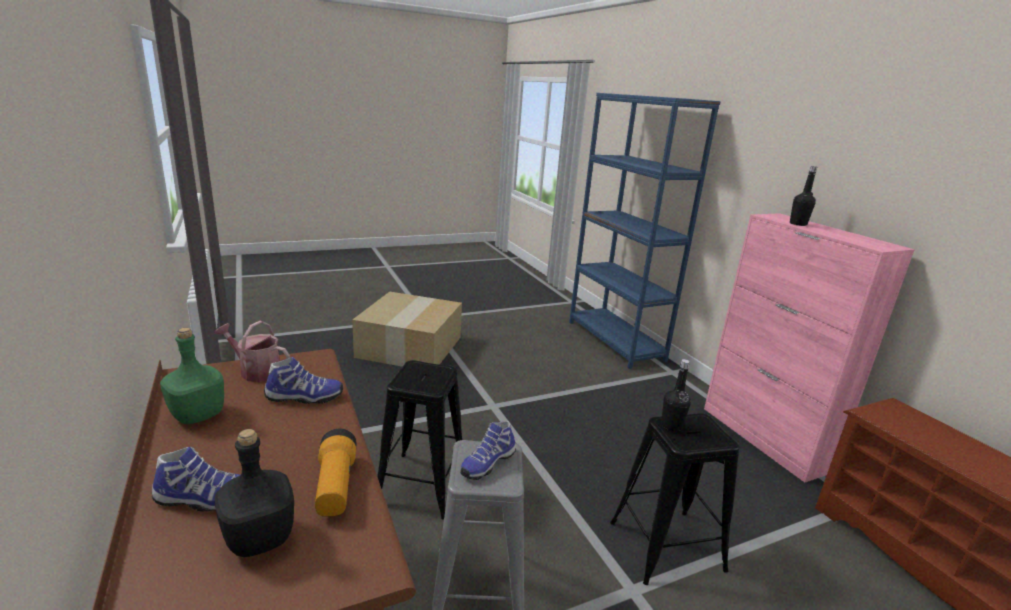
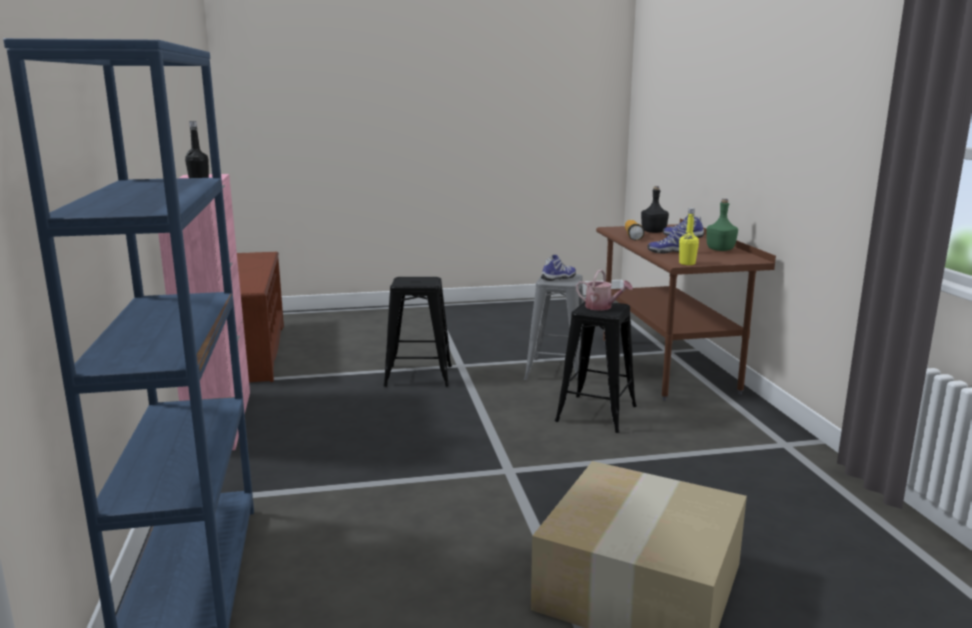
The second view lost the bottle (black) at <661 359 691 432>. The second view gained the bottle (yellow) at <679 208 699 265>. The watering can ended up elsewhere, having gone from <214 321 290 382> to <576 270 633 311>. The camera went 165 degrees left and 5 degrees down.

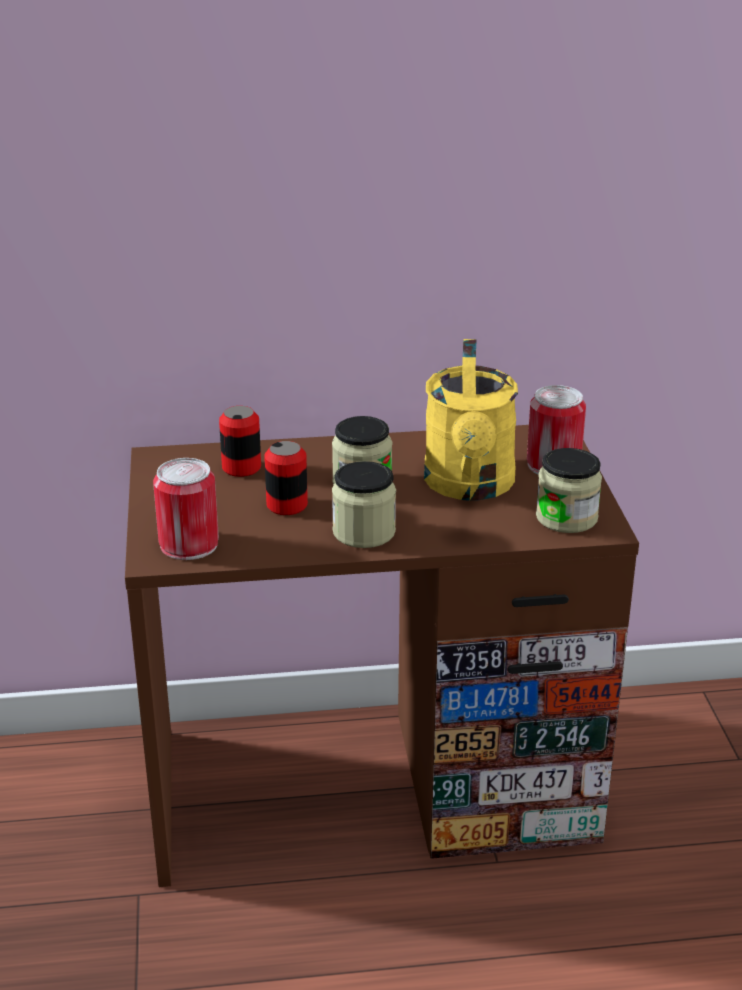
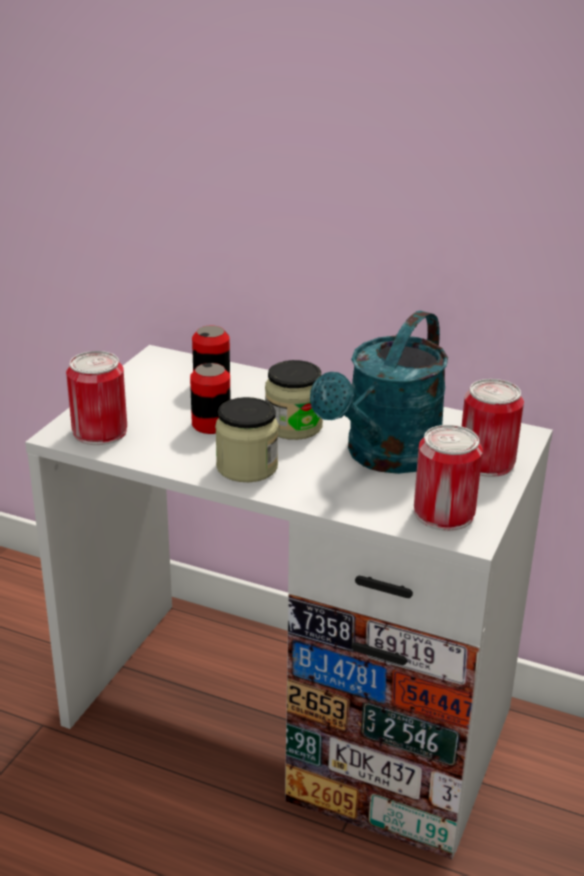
Where the jar stood at <536 448 602 533>, the can came to stand at <414 425 483 531>. What was the desk (brown) at <125 425 639 887> turned into the desk (white) at <25 345 553 859>. What was the watering can (yellow) at <424 339 518 501> turned into the watering can (turquoise) at <310 311 448 474>. The camera went 30 degrees right and 0 degrees up.

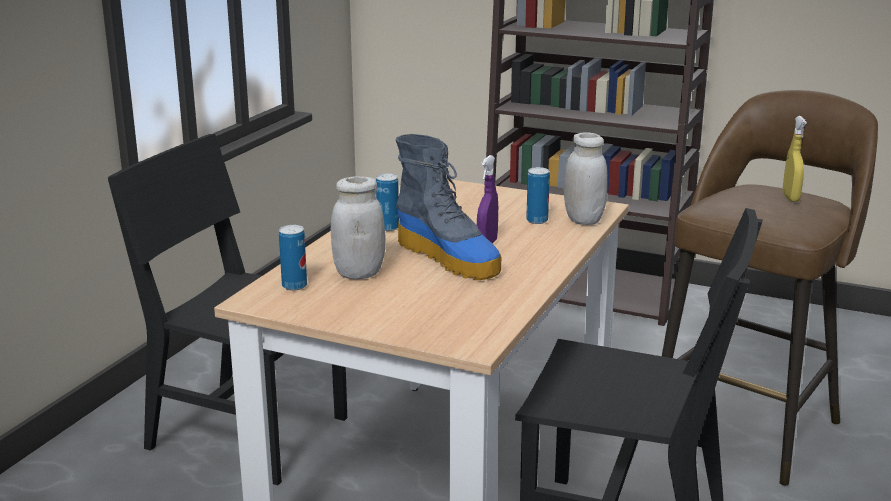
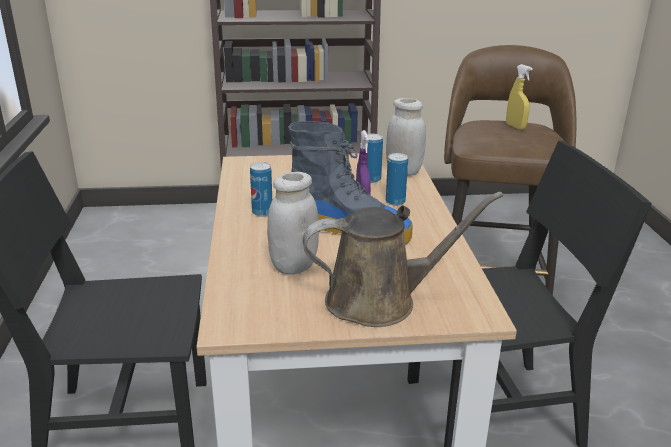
The second view gained the watering can (brown) at <303 192 503 327>. The can ended up elsewhere, having gone from <279 225 307 291> to <386 153 408 206>. The camera went 30 degrees left and 5 degrees up.

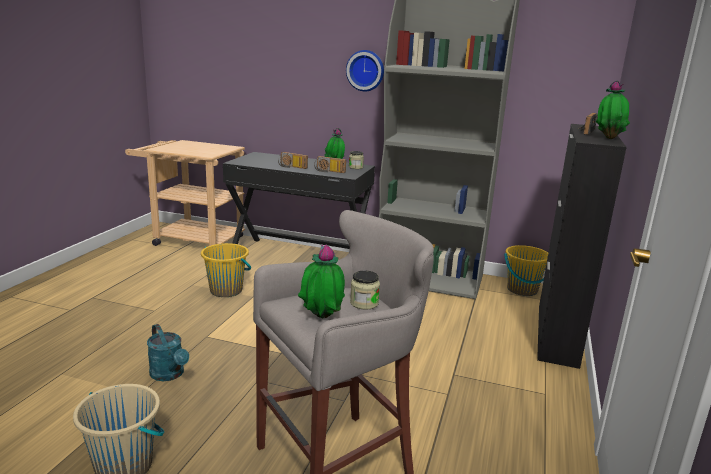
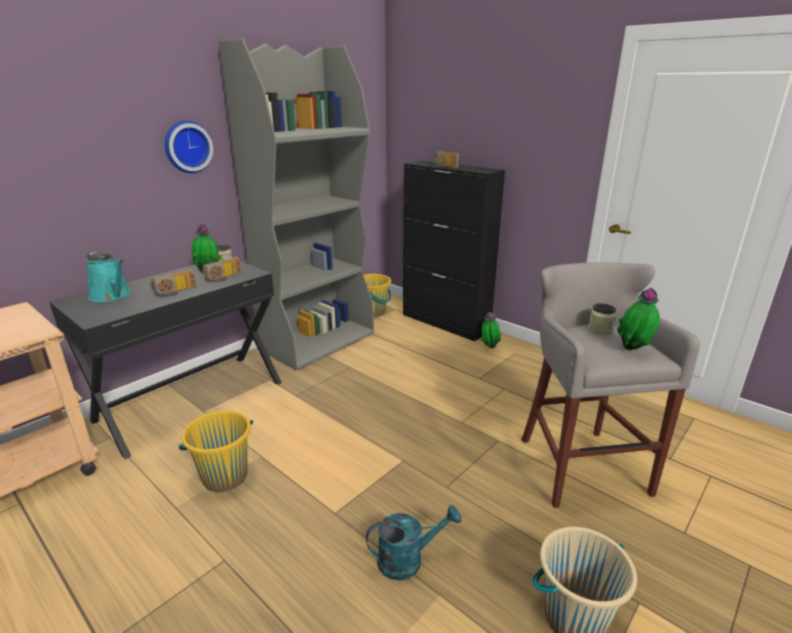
The second view gained the watering can (turquoise) at <86 252 130 302>. The potted plant ended up elsewhere, having gone from <596 80 630 139> to <481 312 502 348>. The camera went 65 degrees left and 5 degrees up.

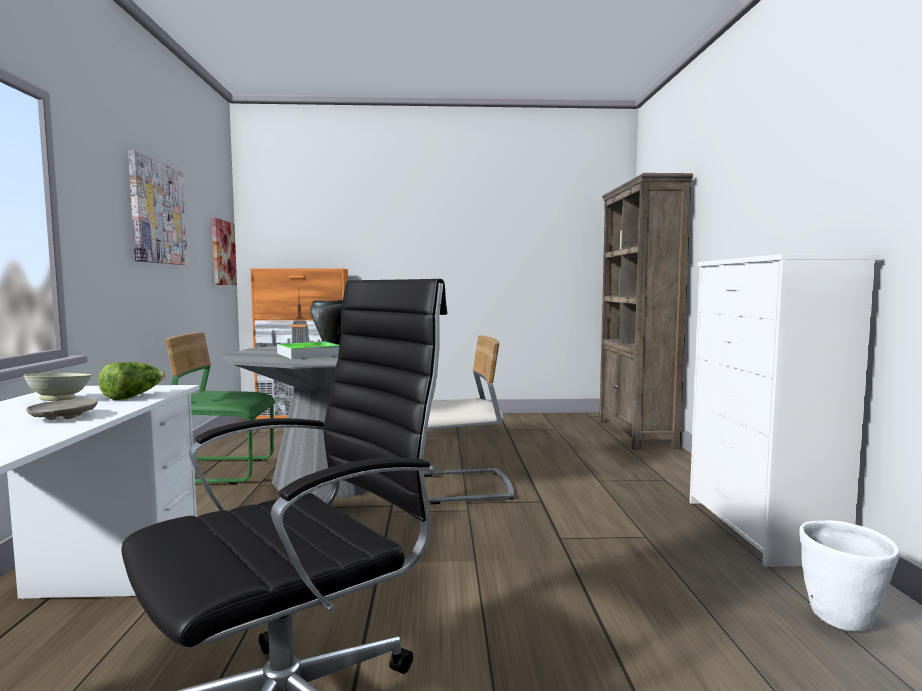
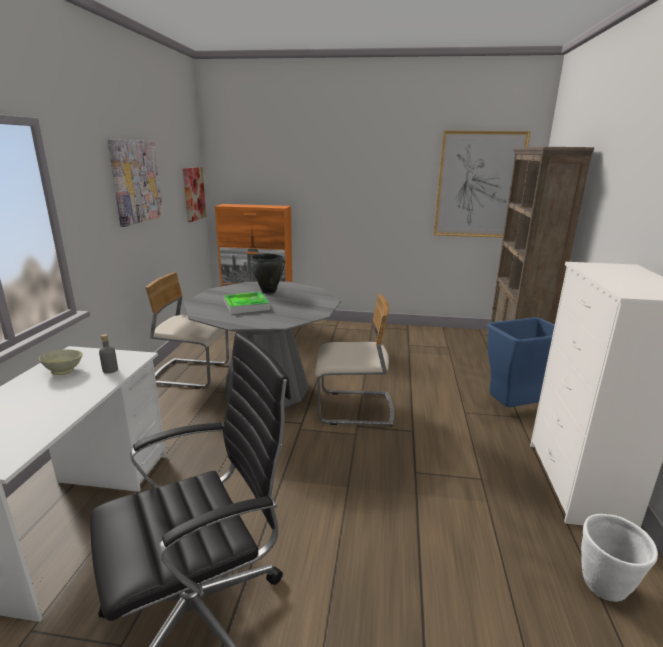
The second view lost the plate (beige) at <26 399 98 420>. The second view gained the picture at <434 131 531 238>. The second view gained the trash can (blue) at <487 317 555 407>. Where the lettuce stood at <98 362 165 400>, the bottle (grey) came to stand at <99 334 118 374>. What was the chair (green) at <165 332 275 484> turned into the chair (beige) at <146 272 229 388>. The camera went 10 degrees right and 15 degrees up.

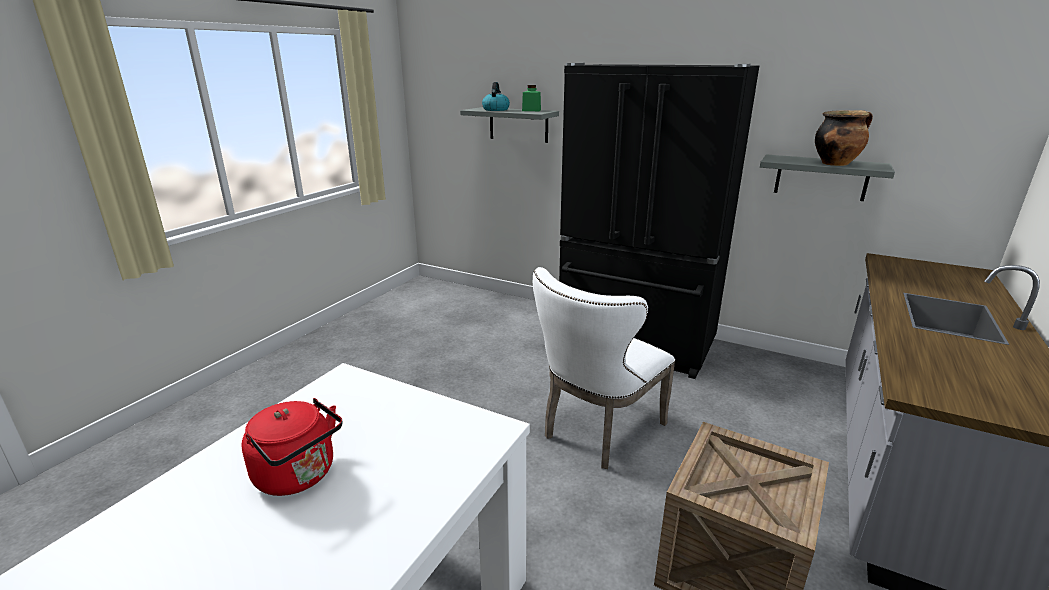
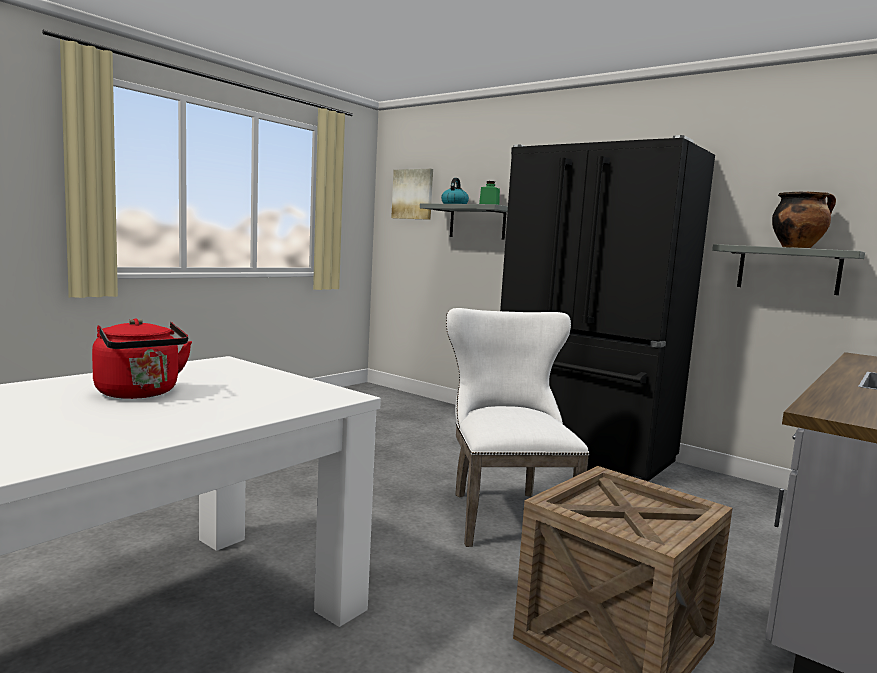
The second view gained the picture at <391 169 433 220>. The chair (white) at <533 267 676 469> ended up facing another way, 120 degrees clockwise from before. The camera went 10 degrees right and 15 degrees down.

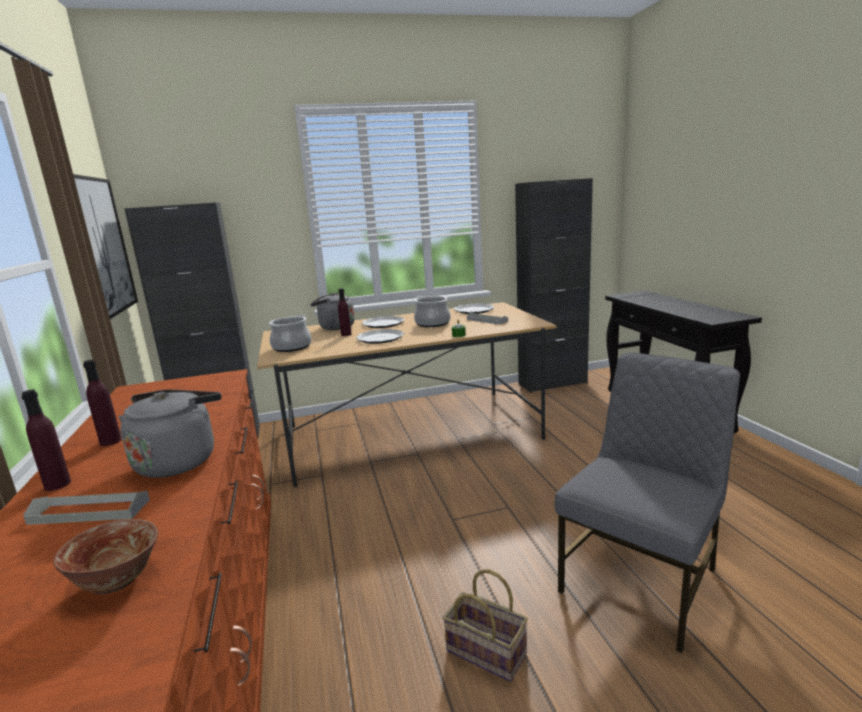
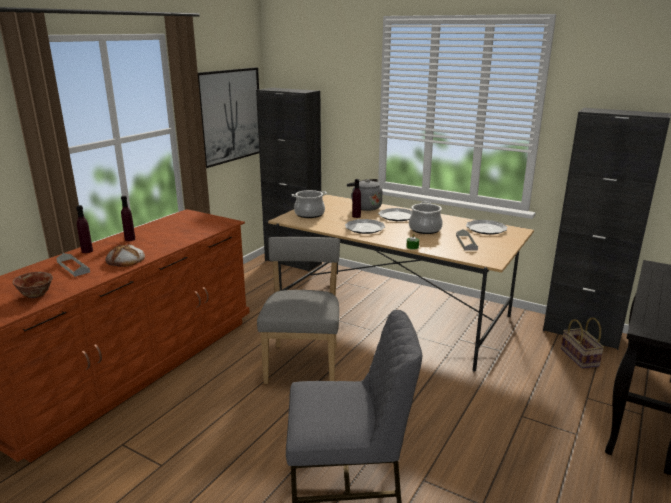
The second view gained the chair (grey) at <257 237 340 384>. The basket ended up elsewhere, having gone from <443 569 528 682> to <561 317 604 368>. Where the kettle (grey) stood at <118 390 221 478>, the bread came to stand at <105 244 145 267>. The camera went 45 degrees right and 5 degrees up.

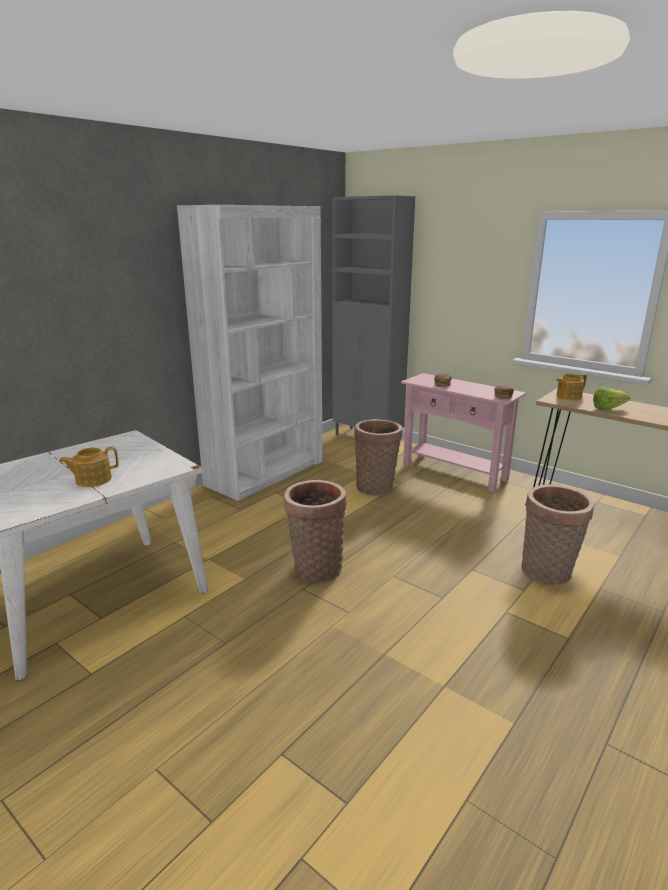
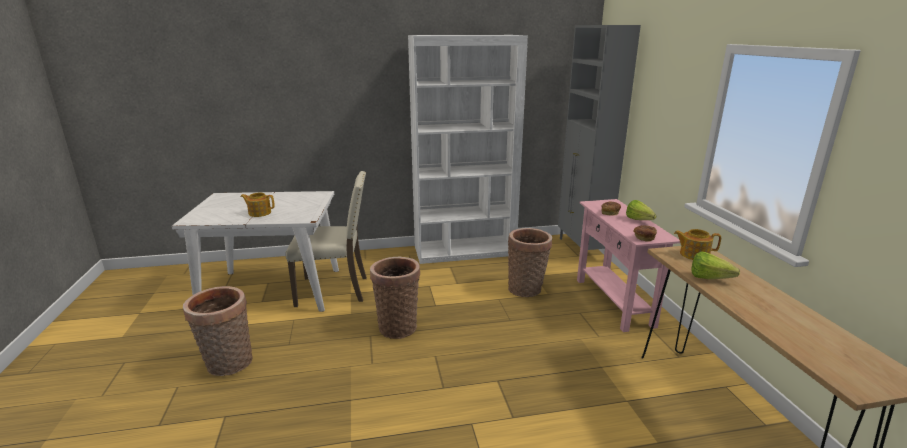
The second view gained the chair (beige) at <285 171 367 307>. The second view gained the lettuce at <626 200 656 220>. The basket ended up elsewhere, having gone from <521 485 594 585> to <183 286 253 376>. The camera went 40 degrees right and 0 degrees up.

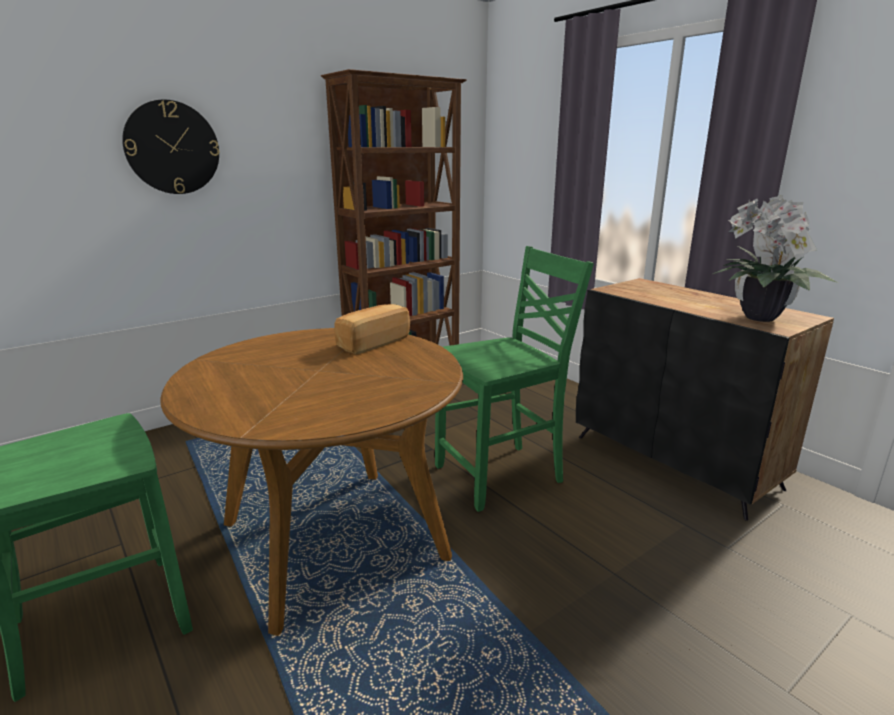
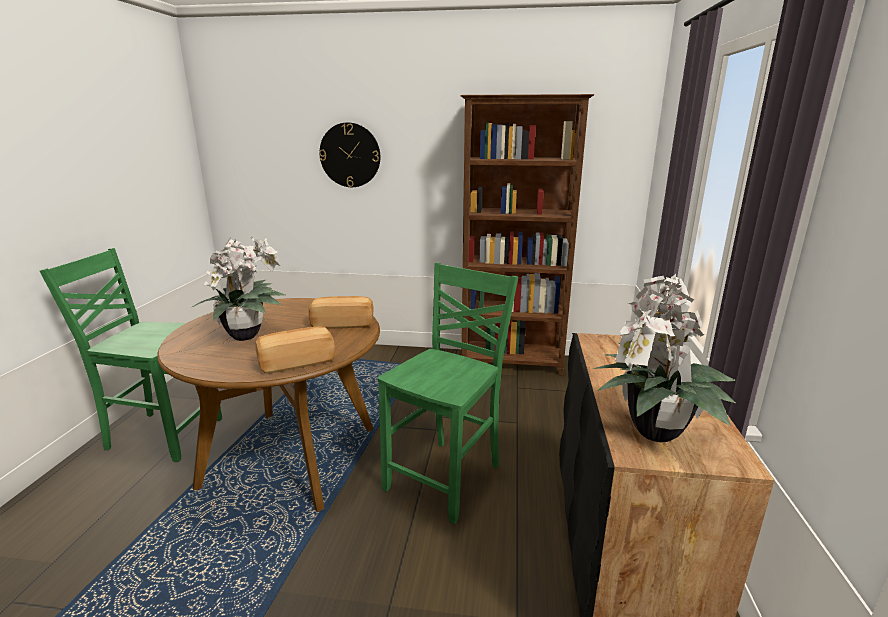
The second view gained the potted plant at <192 236 285 341>. The second view gained the bread at <256 327 335 374>. The chair (green) at <435 246 594 512> ended up facing another way, 75 degrees counterclockwise from before. The camera went 45 degrees right and 0 degrees up.

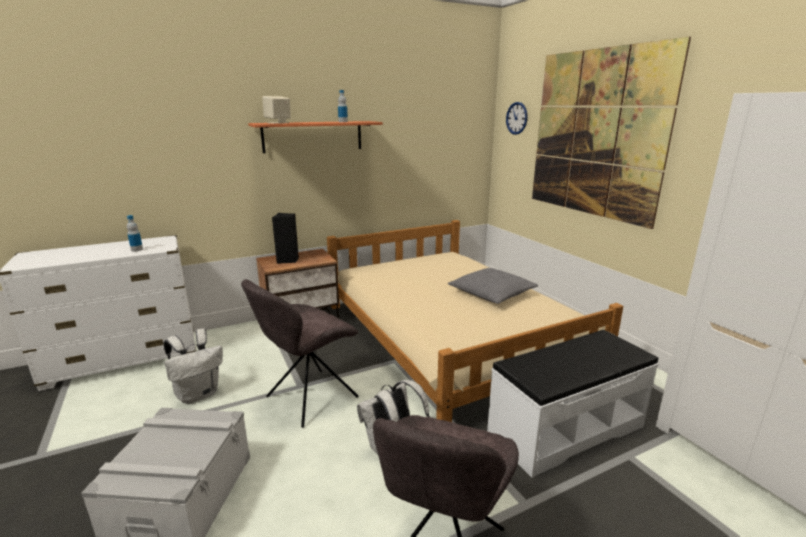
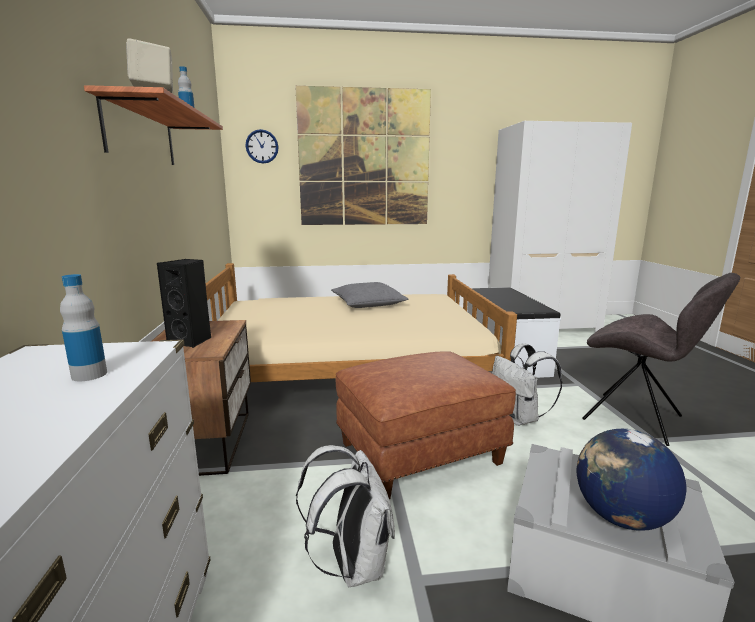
The second view gained the globe at <577 429 686 531>. Where the chair (grey) stood at <241 279 359 428>, the ottoman (brown) came to stand at <336 351 516 499>. The camera went 70 degrees left and 5 degrees down.

